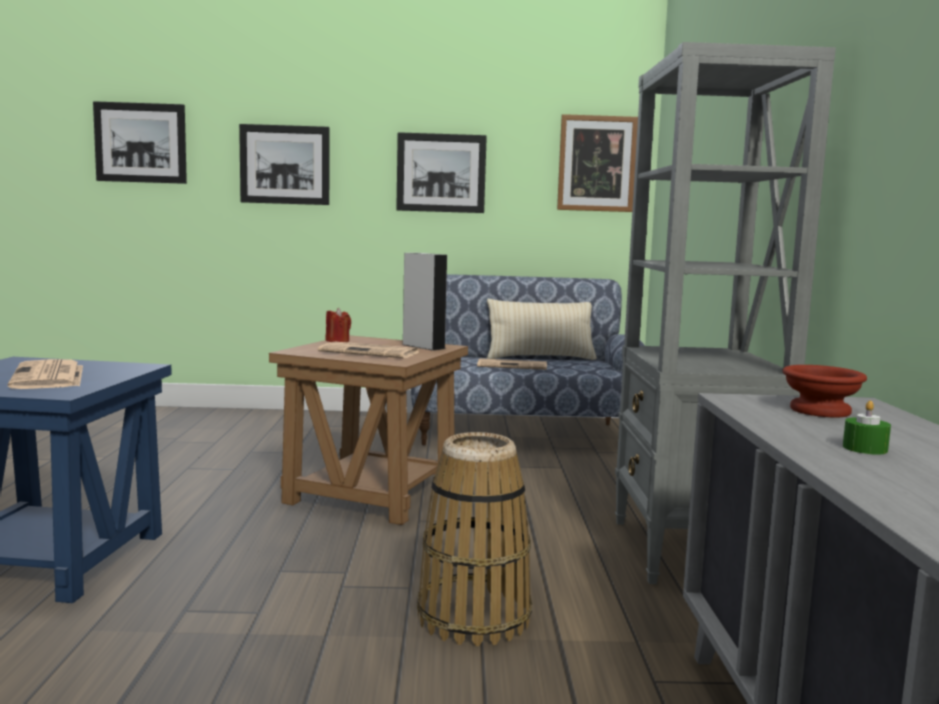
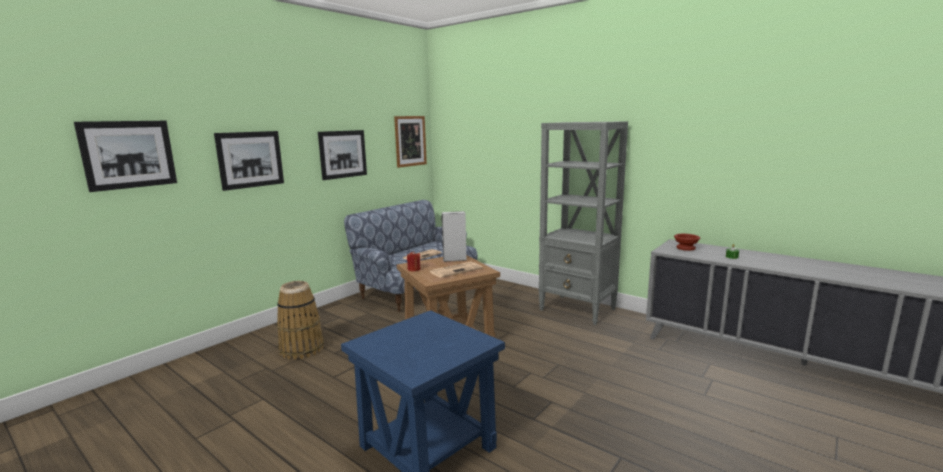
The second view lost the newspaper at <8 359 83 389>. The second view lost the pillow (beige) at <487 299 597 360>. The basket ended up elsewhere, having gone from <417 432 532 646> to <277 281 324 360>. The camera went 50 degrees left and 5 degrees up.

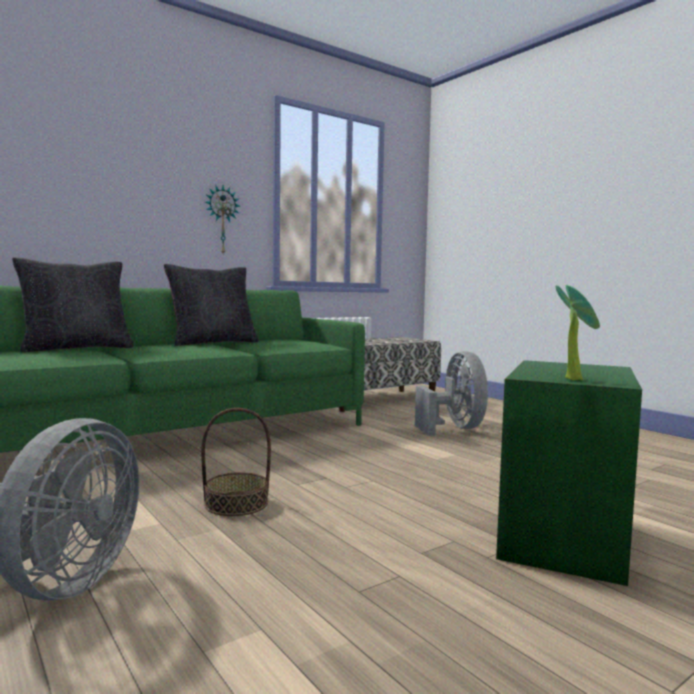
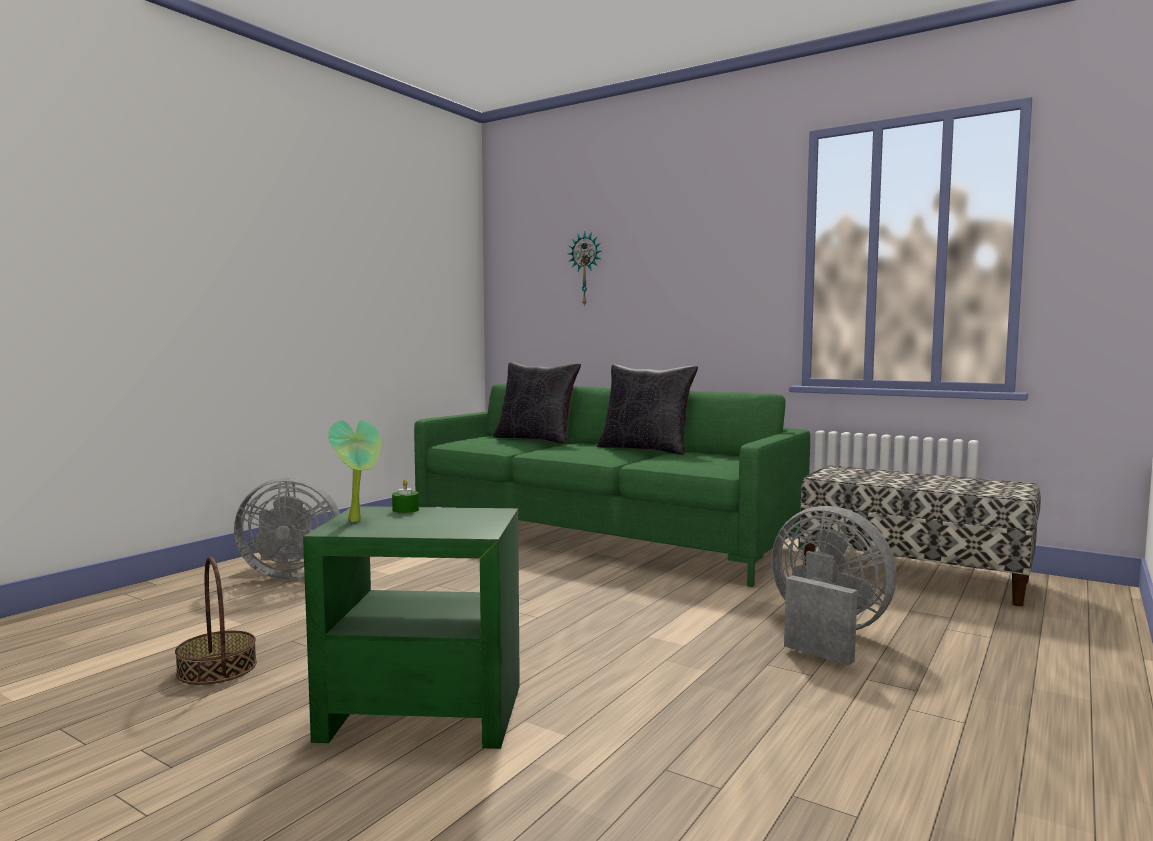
The second view gained the candle (green) at <392 480 419 513>. The basket ended up elsewhere, having gone from <201 408 271 516> to <175 557 257 685>. The wall clock ended up elsewhere, having gone from <205 185 240 254> to <568 232 602 307>. The fan (grey) at <415 351 488 436> ended up facing another way, 105 degrees counterclockwise from before. The camera went 70 degrees right and 0 degrees up.

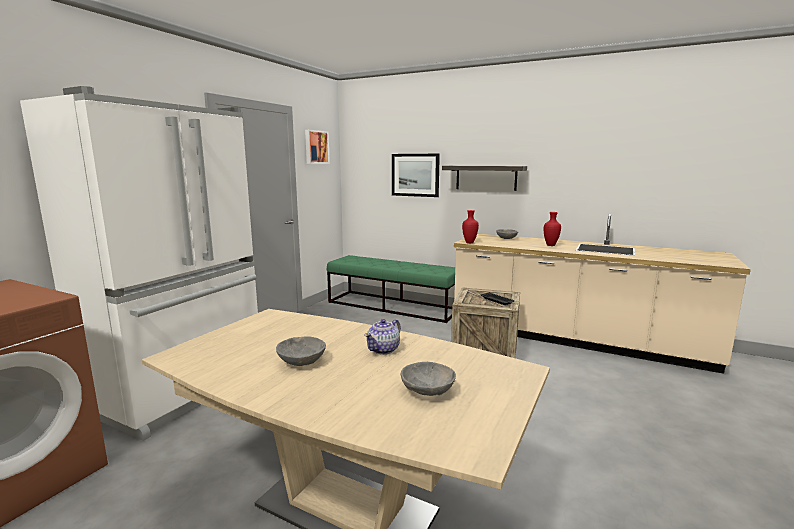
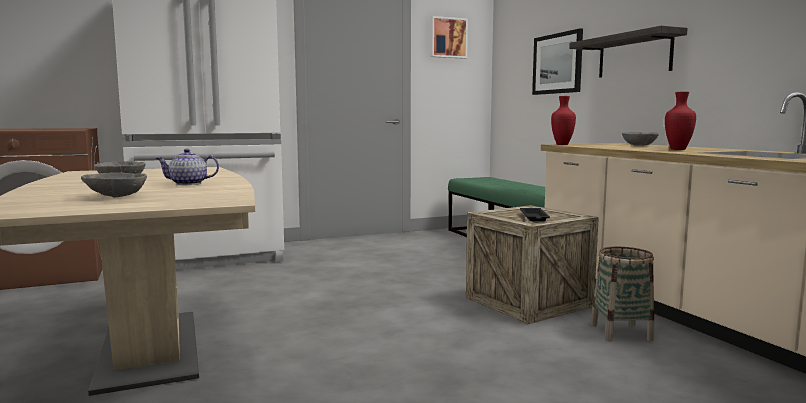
The second view gained the basket at <591 247 654 342>. The camera went 40 degrees right and 5 degrees down.

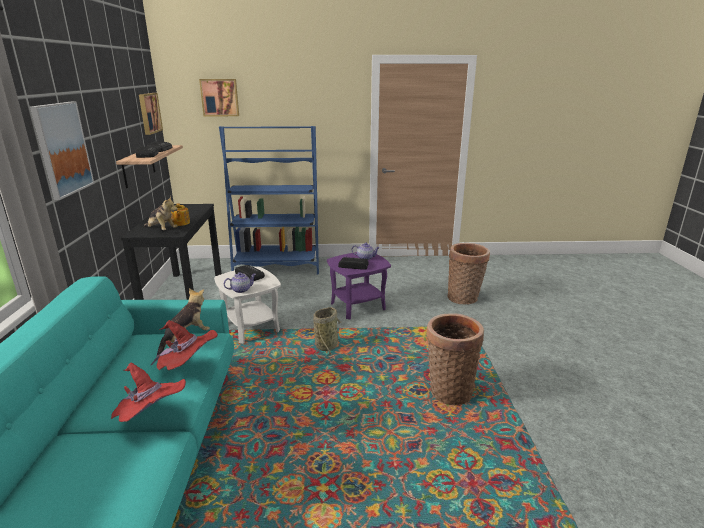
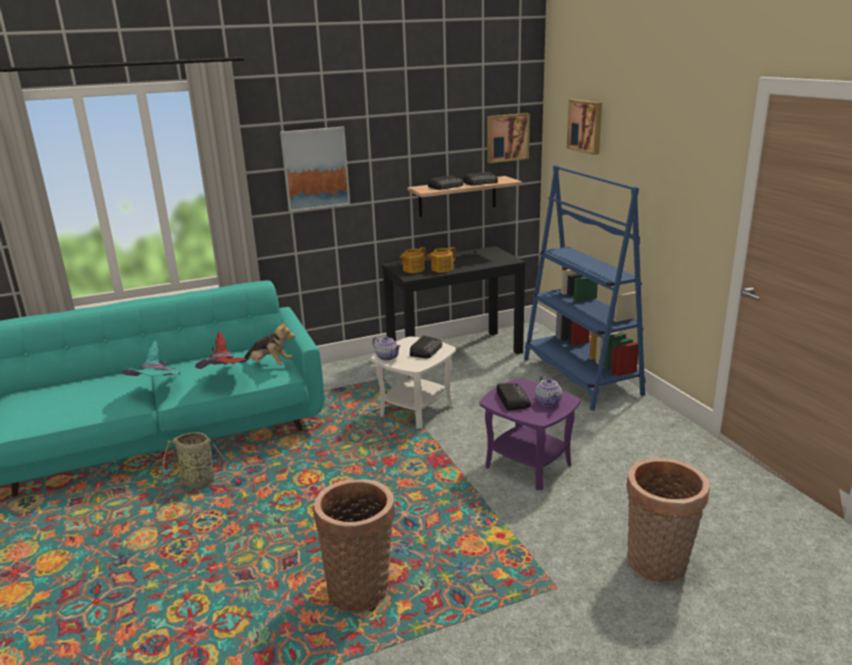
The basket ended up elsewhere, having gone from <313 307 341 357> to <161 432 248 488>. Where the plush toy stood at <144 196 178 230>, the teapot came to stand at <400 247 426 273>. What was the hat (red) at <111 363 186 422> turned into the hat (turquoise) at <121 341 181 376>. The camera went 70 degrees right and 0 degrees up.

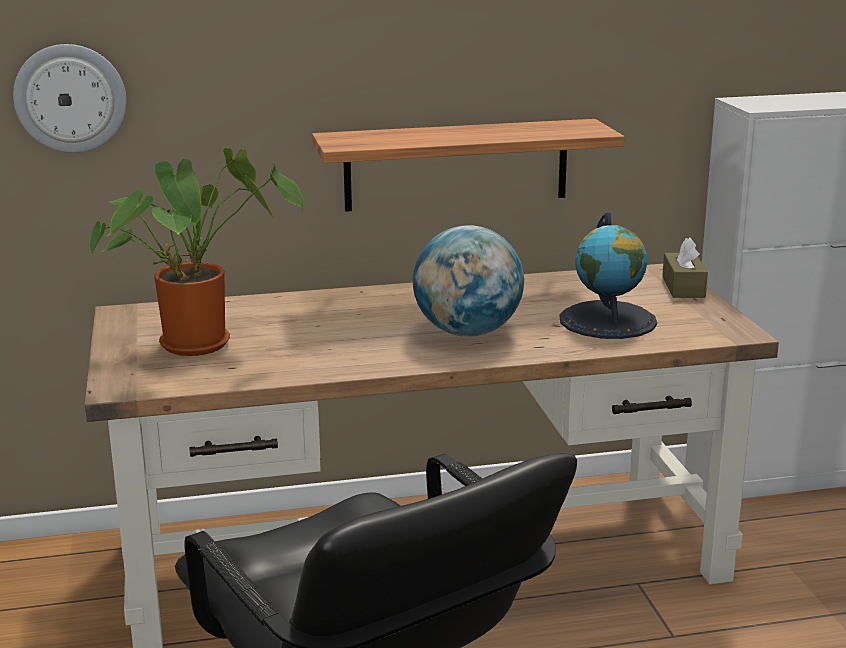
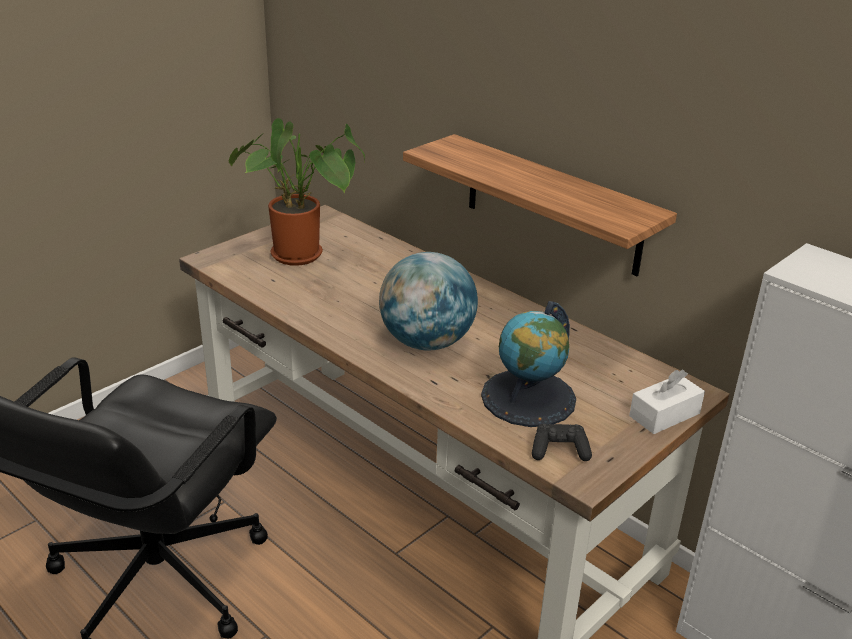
The second view lost the wall clock at <13 44 127 153>. The second view gained the game controller (black) at <532 424 592 461>. What was the tissue box (brown) at <662 237 708 298> turned into the tissue box (white) at <629 370 705 434>. The camera went 55 degrees right and 10 degrees up.

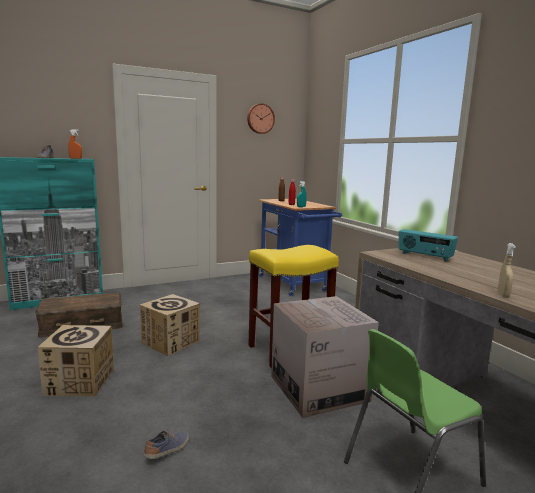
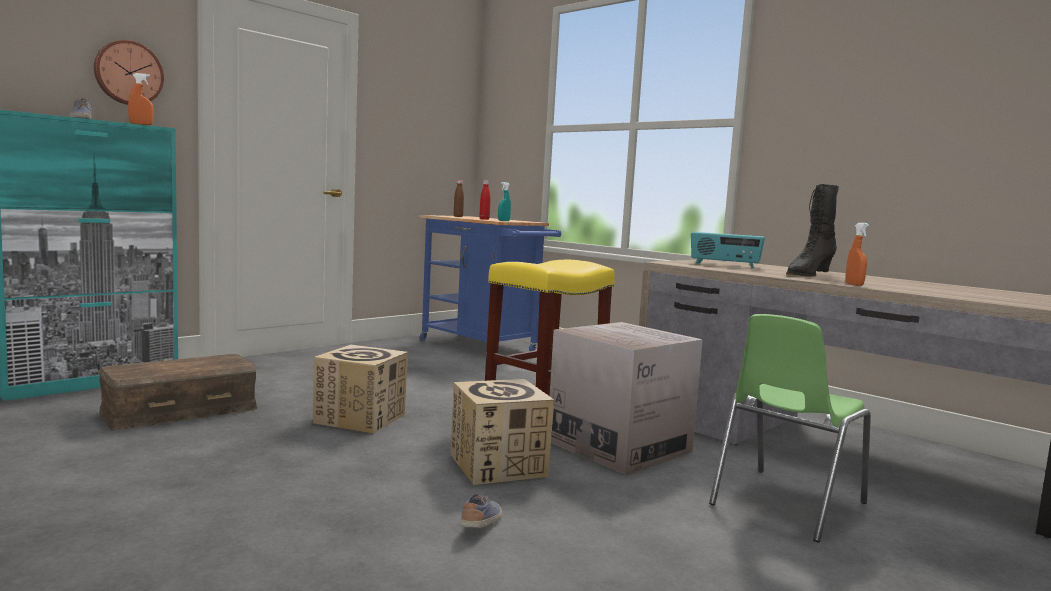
The second view gained the boot (black) at <786 184 839 277>. The cardboard box ended up elsewhere, having gone from <37 325 114 396> to <451 379 554 485>. The wall clock ended up elsewhere, having gone from <247 103 275 134> to <94 40 164 105>. What was the spray bottle (beige) at <497 243 516 298> turned into the spray bottle (orange) at <845 223 869 286>. The camera went 20 degrees left and 5 degrees down.

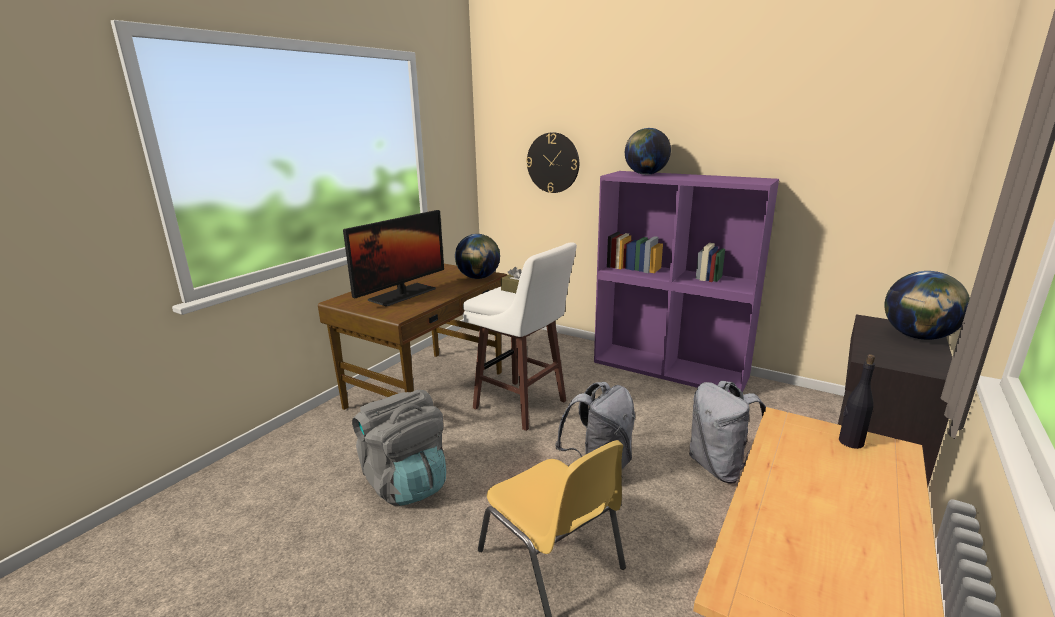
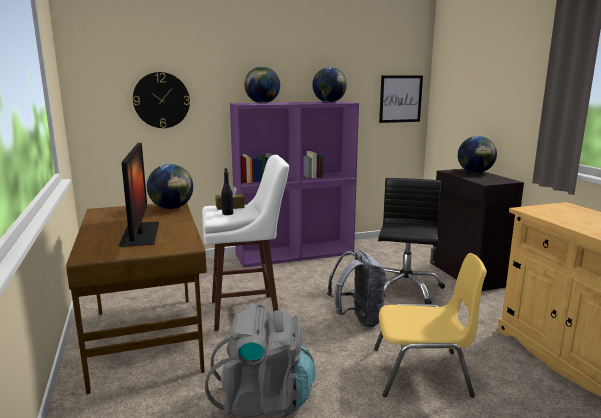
The second view gained the globe at <312 67 347 102>. The second view gained the picture at <379 75 423 123>. The bottle (black) ended up elsewhere, having gone from <839 354 875 449> to <221 168 233 215>. Where the backpack (grey) stood at <689 381 766 484>, the office chair (black) came to stand at <378 178 445 304>. The camera went 50 degrees left and 5 degrees down.

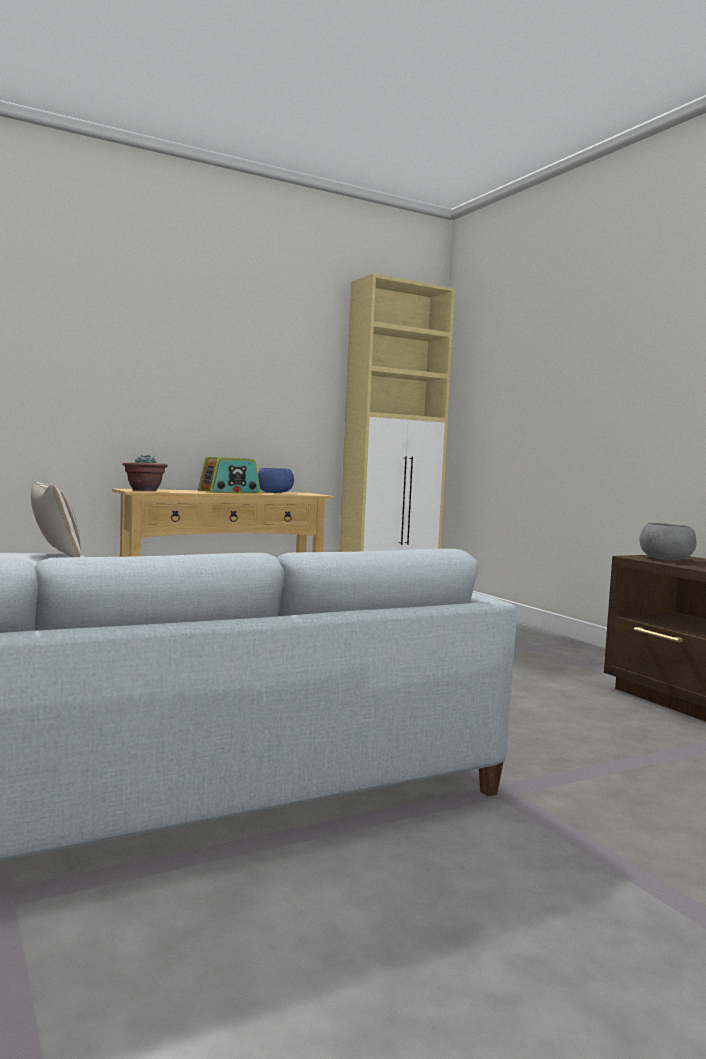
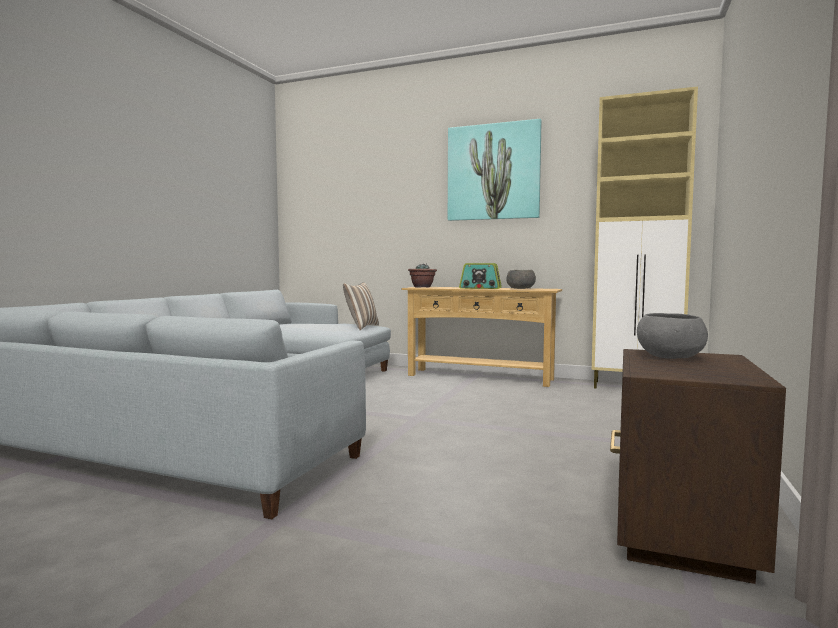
The second view gained the picture at <448 119 542 221>. What was the bowl (blue) at <258 468 294 493> turned into the bowl (grey) at <506 270 536 289>. The camera went 50 degrees right and 0 degrees up.

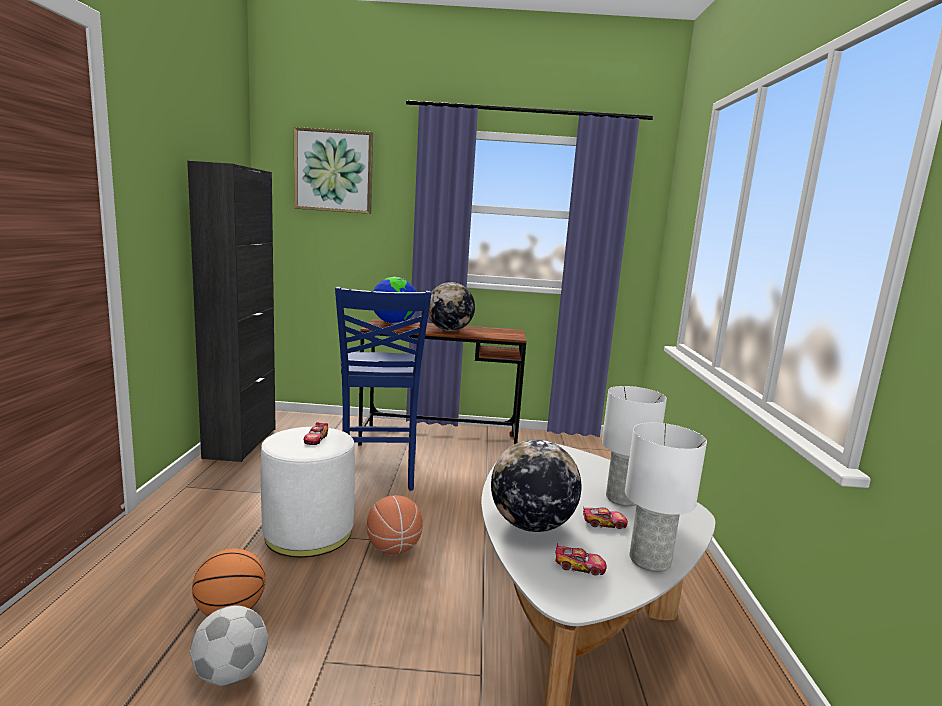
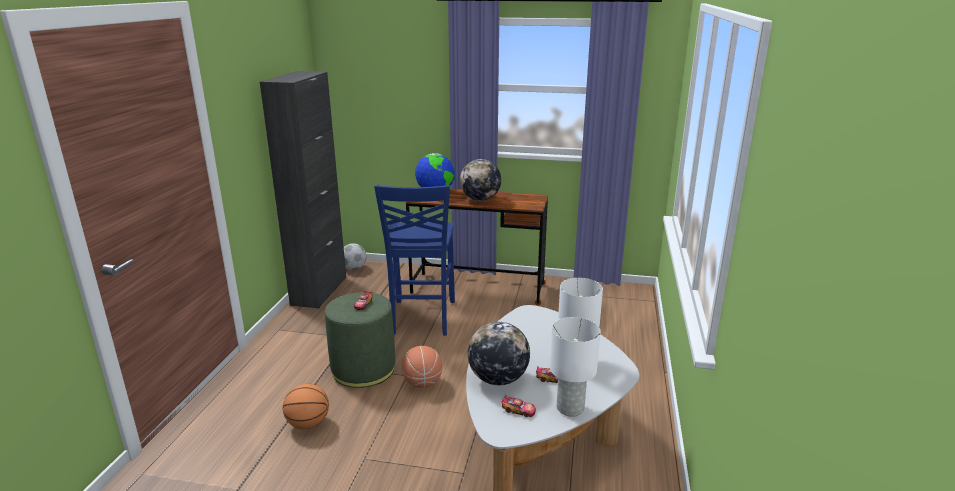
The second view lost the picture at <294 127 373 214>. The football ended up elsewhere, having gone from <190 605 268 686> to <344 243 367 270>. What was the ottoman (white) at <261 427 355 558> turned into the ottoman (green) at <325 292 395 388>. The camera went 10 degrees right and 10 degrees up.

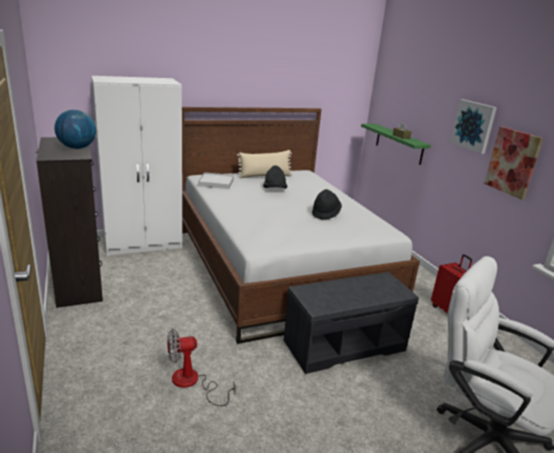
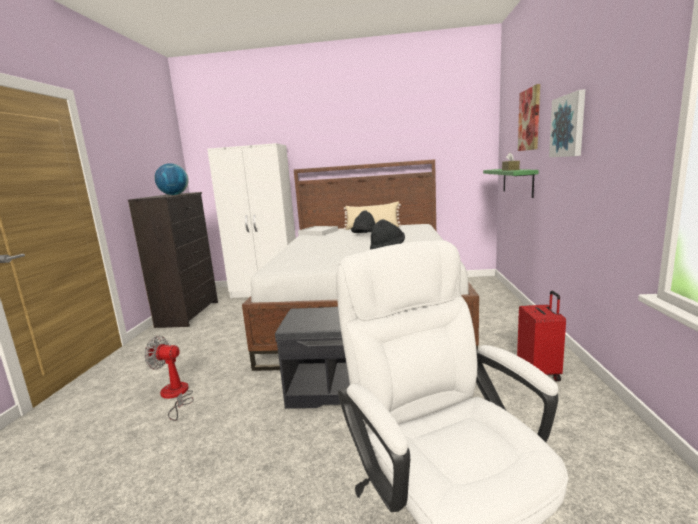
The picture ended up elsewhere, having gone from <484 127 543 200> to <518 84 540 151>. The camera went 30 degrees right and 10 degrees down.

